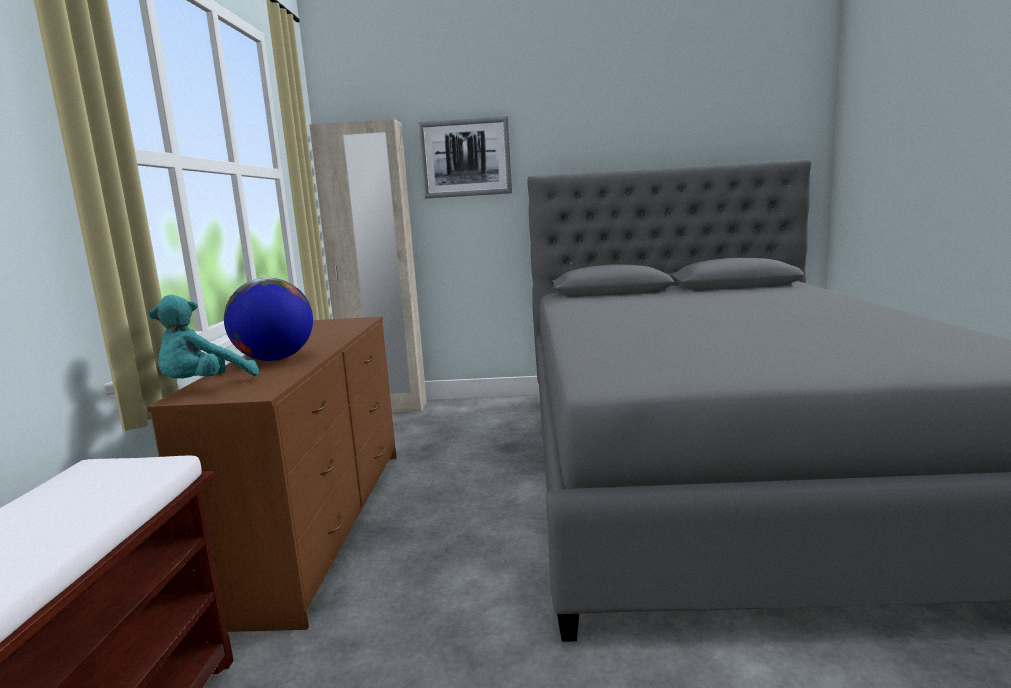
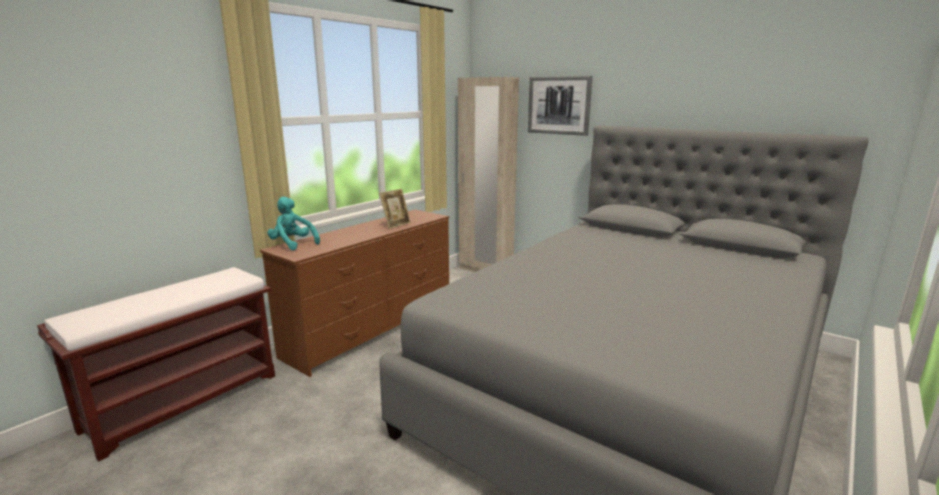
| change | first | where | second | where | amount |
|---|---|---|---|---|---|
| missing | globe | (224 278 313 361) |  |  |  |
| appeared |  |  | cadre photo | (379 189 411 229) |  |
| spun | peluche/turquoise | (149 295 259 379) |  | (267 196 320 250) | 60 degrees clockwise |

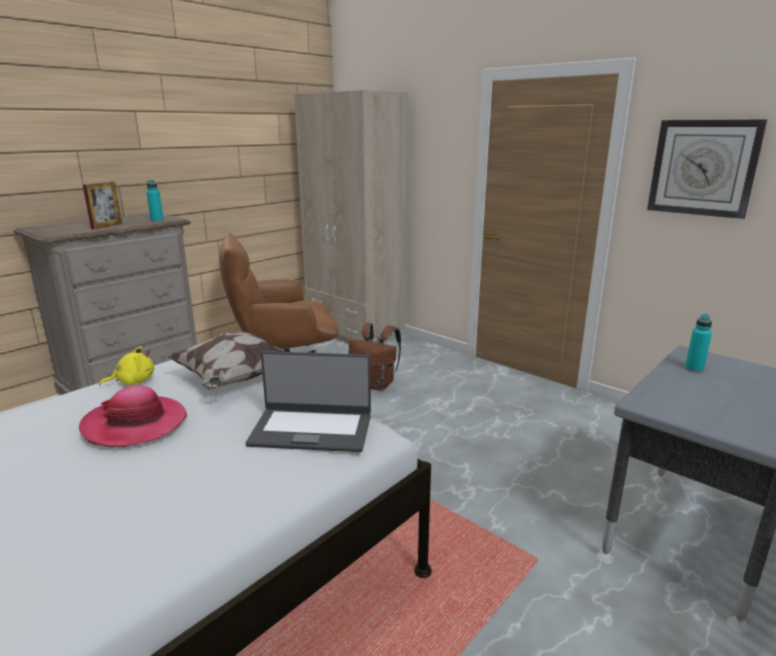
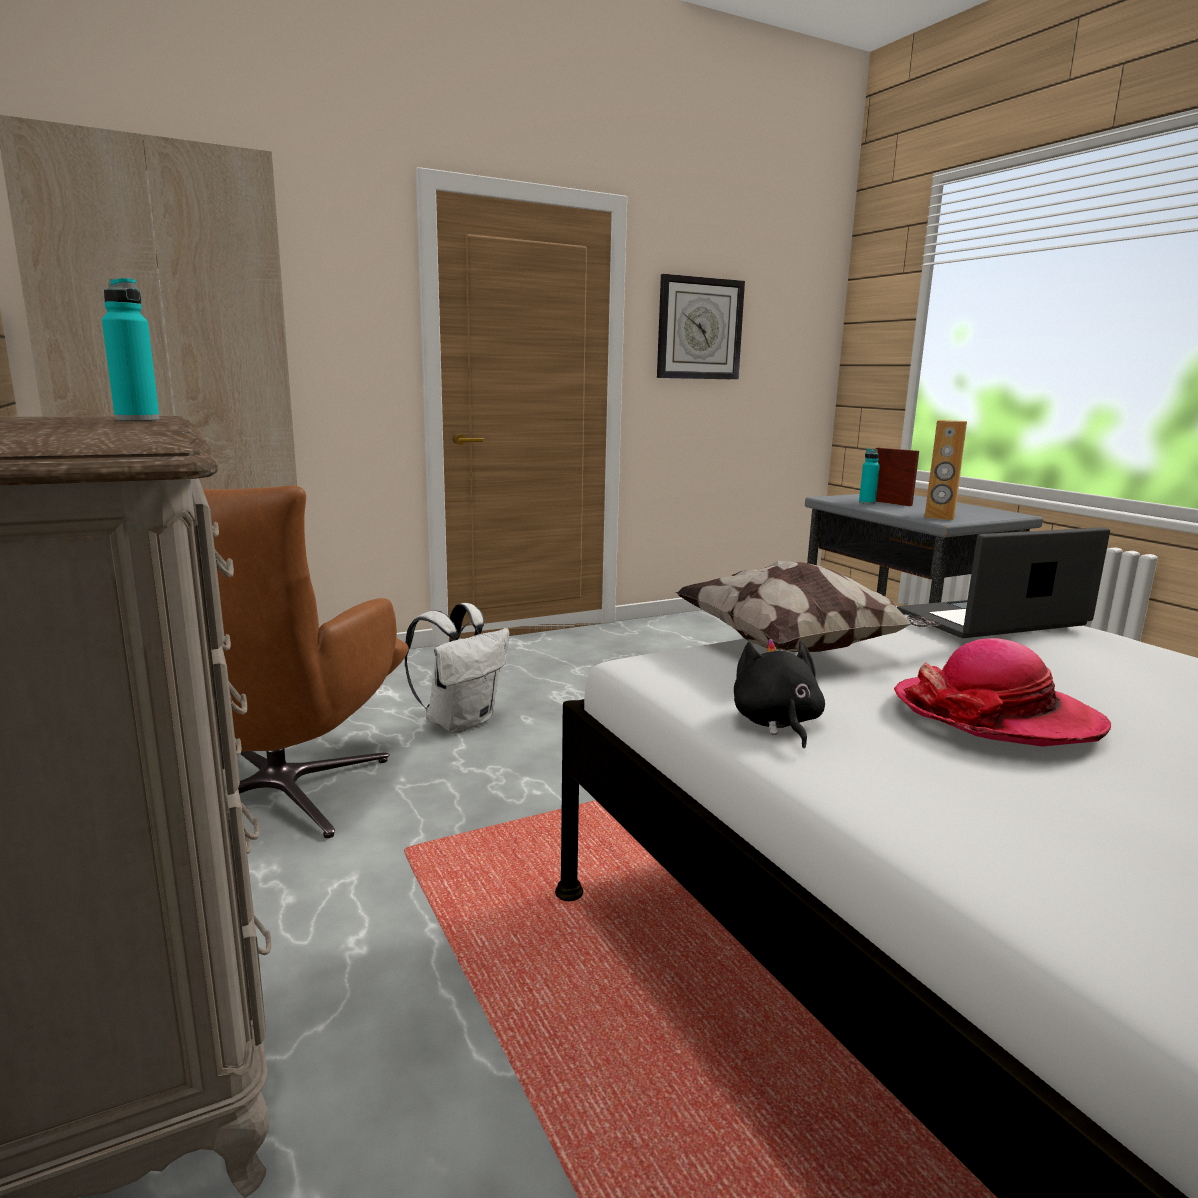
| change | first | where | second | where | amount |
|---|---|---|---|---|---|
| appeared |  |  | enceinte/marron | (924 420 967 520) |  |
| relocated | cadre photo | (83 182 122 229) |  | (876 448 919 506) |  |
| colour | peluche/jaune | (99 346 154 385) | peluche/noir | (734 639 825 748) |  |
| colour | sac à dos/marron | (348 323 401 390) | sac à dos/blanc | (405 603 509 733) |  |
| spun | ordinateur portable | (246 351 371 452) |  | (897 527 1110 638) | 135 degrees counterclockwise |

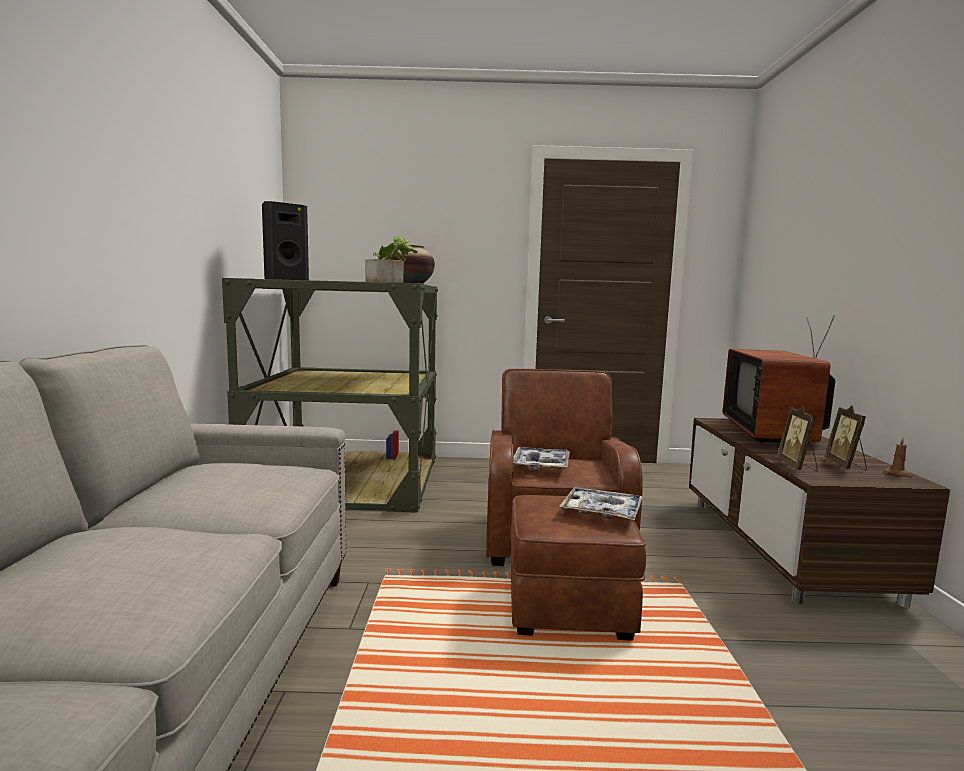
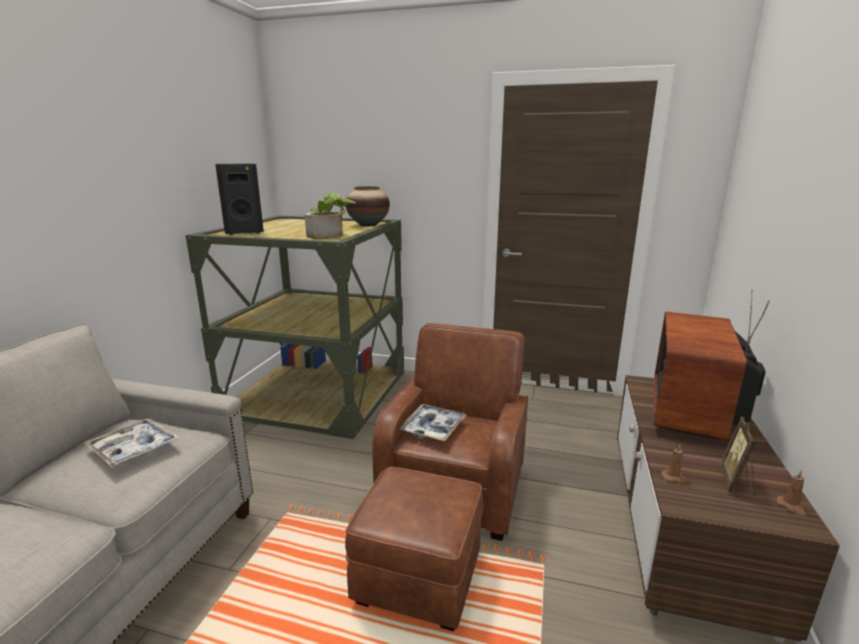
| change | first | where | second | where | amount |
|---|---|---|---|---|---|
| relocated | plateau | (559 487 643 520) |  | (84 419 179 468) |  |
| exchanged | cadre photo | (777 406 818 471) | bougie/marron | (661 444 688 483) |  |

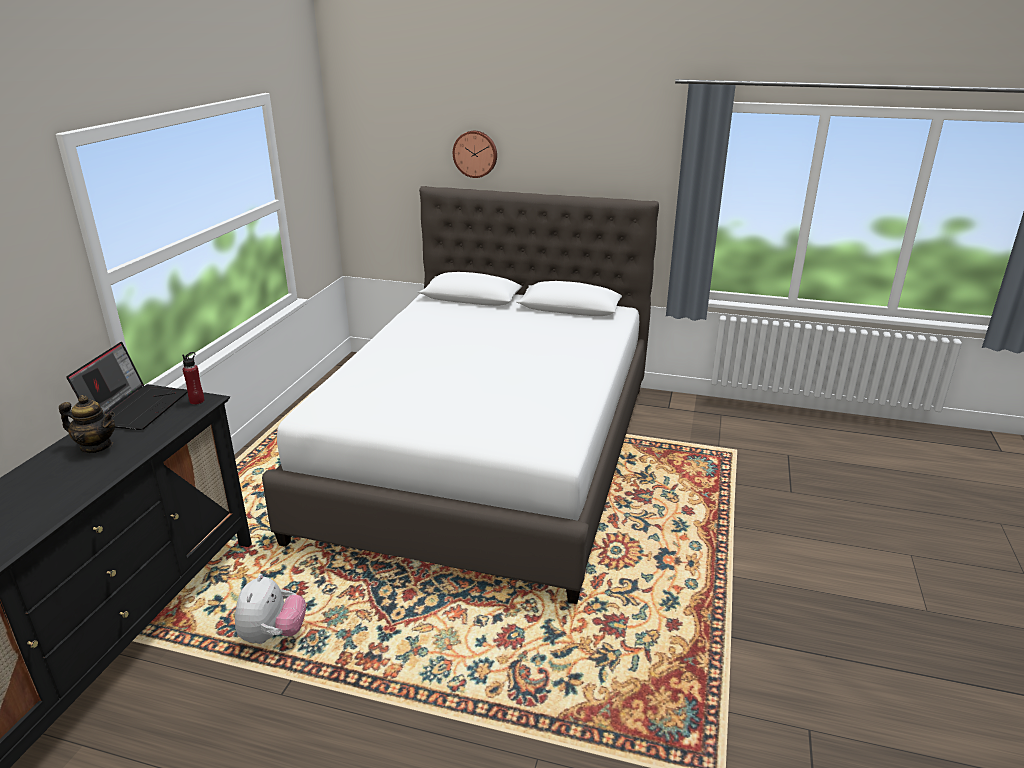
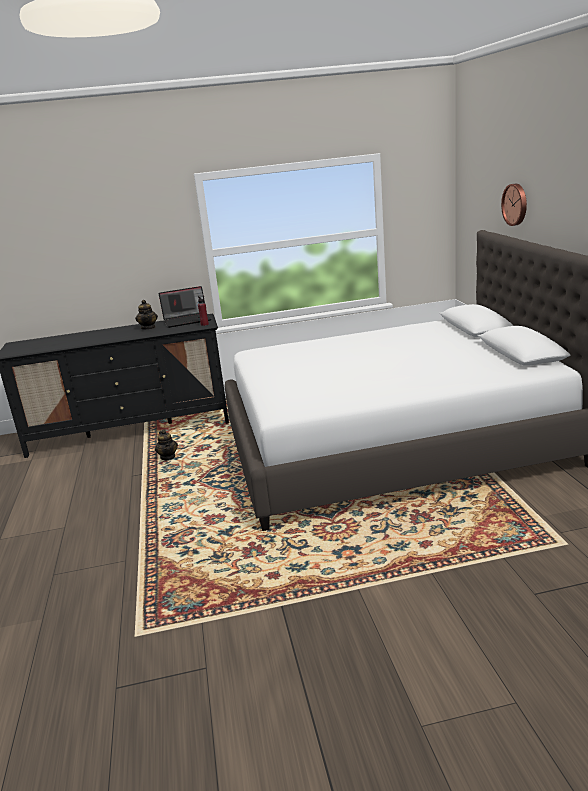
| change | first | where | second | where | amount |
|---|---|---|---|---|---|
| exchanged | peluche | (235 574 306 644) | théière | (155 430 178 460) |  |

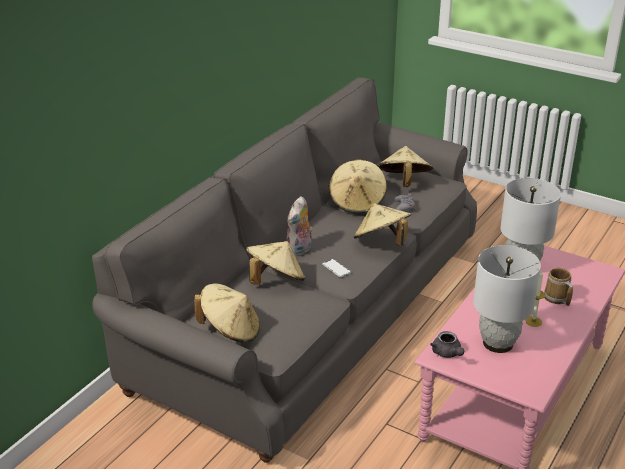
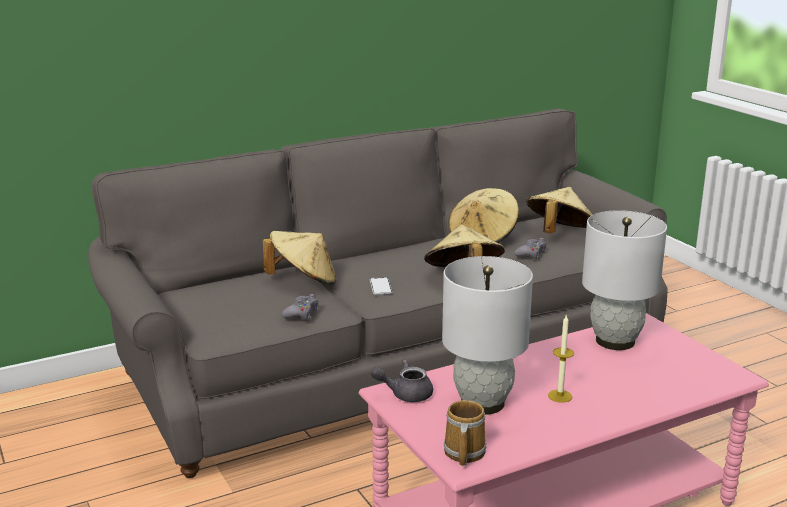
| change | first | where | second | where | amount |
|---|---|---|---|---|---|
| missing | chapeau/beige | (194 284 260 342) |  |  |  |
| missing | peluche | (287 196 313 257) |  |  |  |
| appeared |  |  | manette/gris | (282 294 319 320) |  |
| relocated | mug | (544 268 573 306) |  | (443 400 486 466) |  |
| spun | théière/gris | (430 331 464 358) |  | (371 360 433 402) | 75 degrees clockwise |

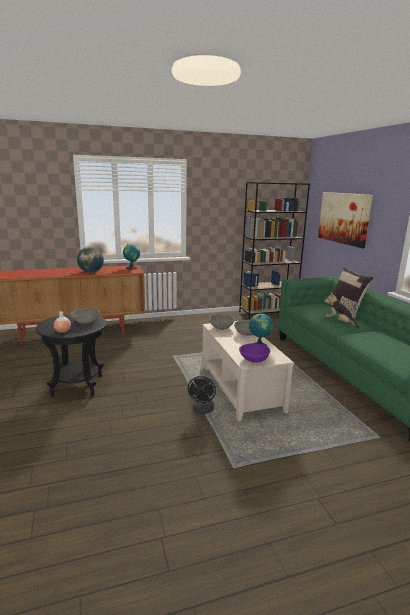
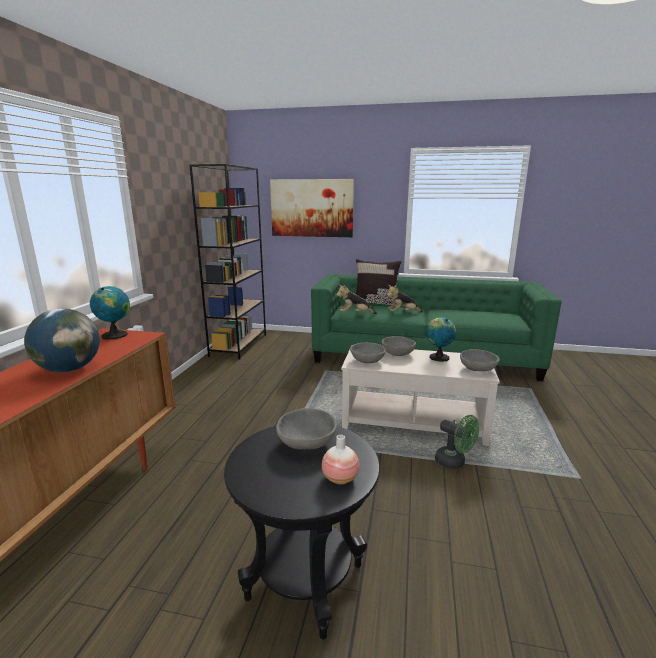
| change | first | where | second | where | amount |
|---|---|---|---|---|---|
| appeared |  |  | peluche | (336 284 377 314) |  |
| colour | ventilateur/noir | (188 376 216 414) | ventilateur/vert | (435 415 479 469) |  |
| colour | bol/violet | (239 343 270 363) | bol/gris | (460 349 500 371) |  |

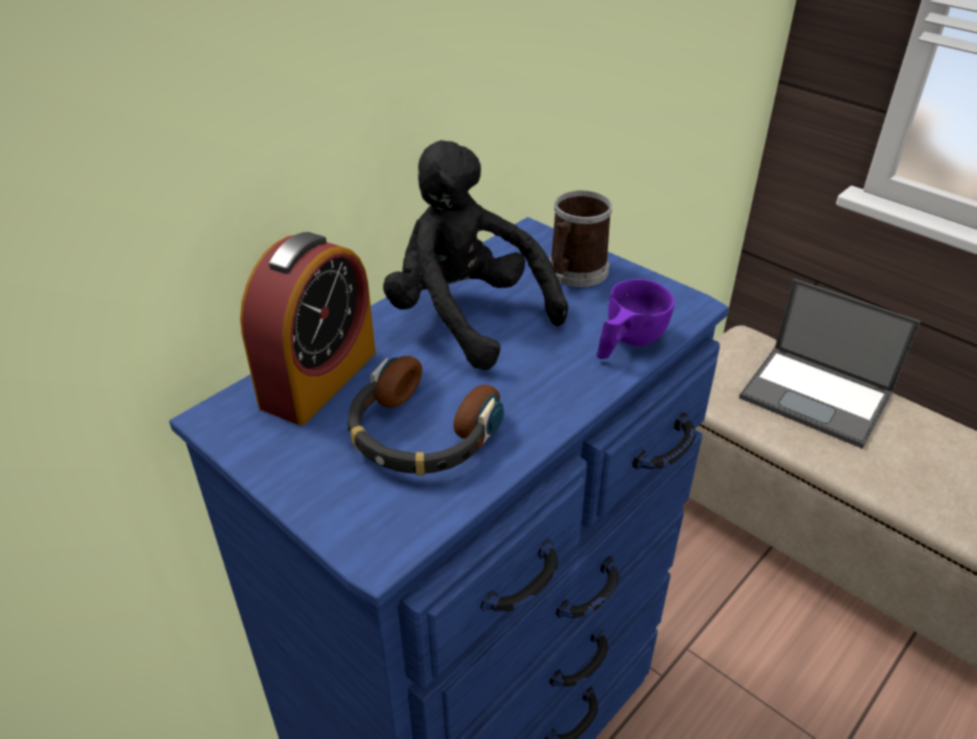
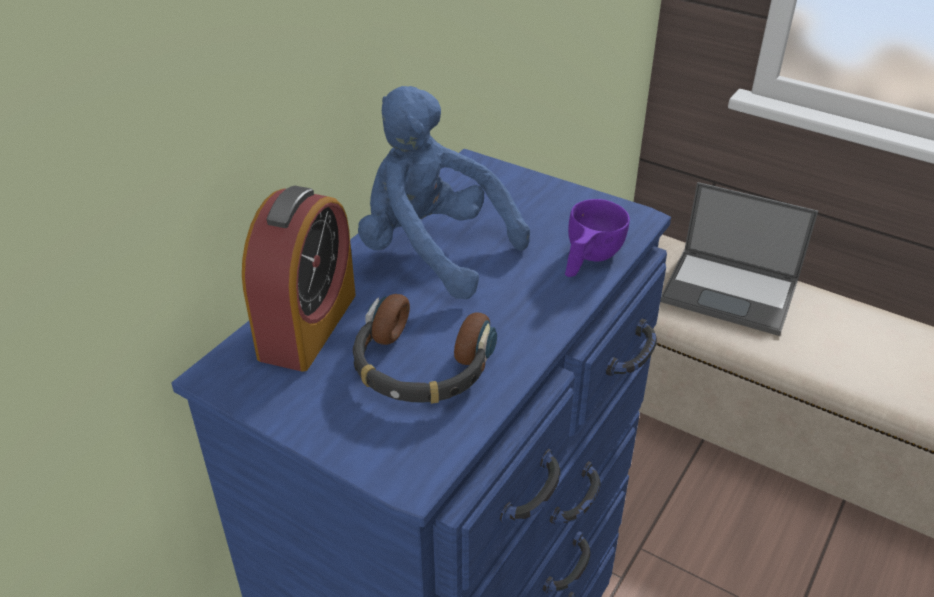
| change | first | where | second | where | amount |
|---|---|---|---|---|---|
| missing | mug | (549 190 612 287) |  |  |  |
| colour | peluche/noir | (383 140 568 370) | peluche/bleu | (358 86 530 299) |  |

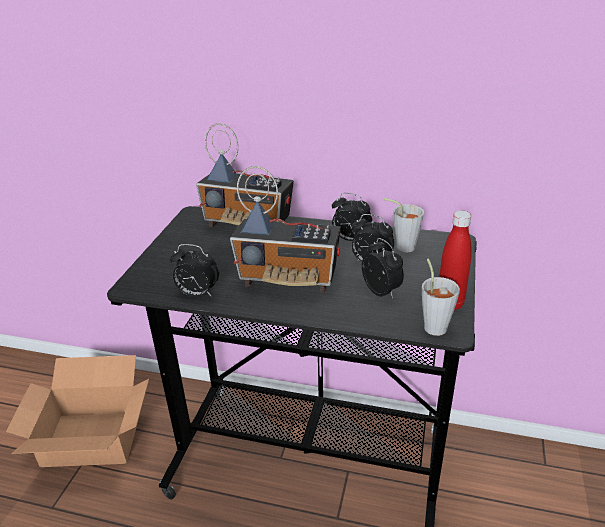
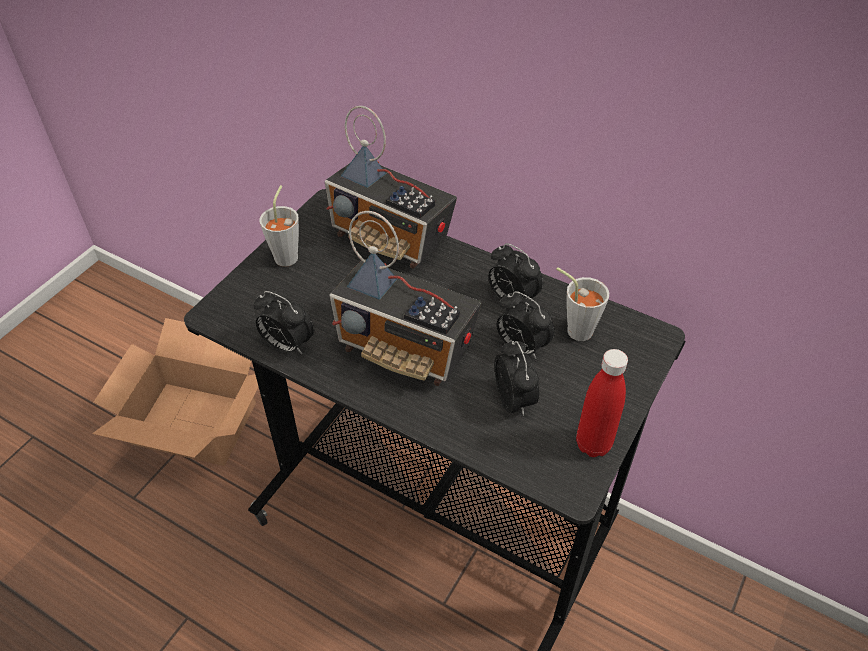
| change | first | where | second | where | amount |
|---|---|---|---|---|---|
| relocated | tasse/gris | (422 259 460 336) |  | (260 185 299 267) |  |

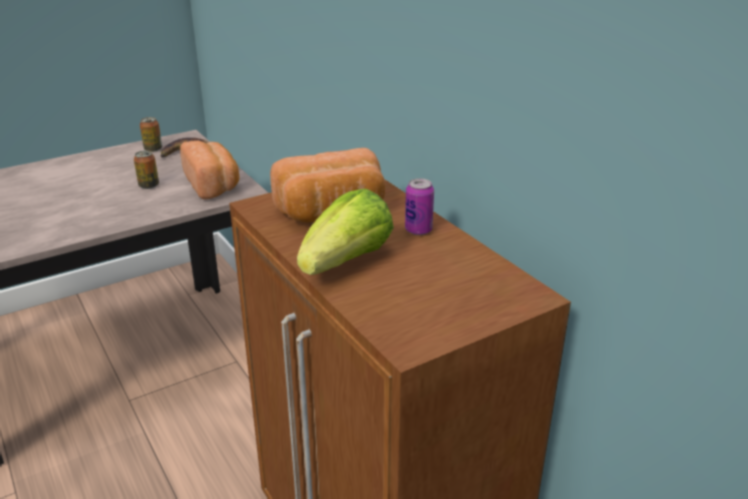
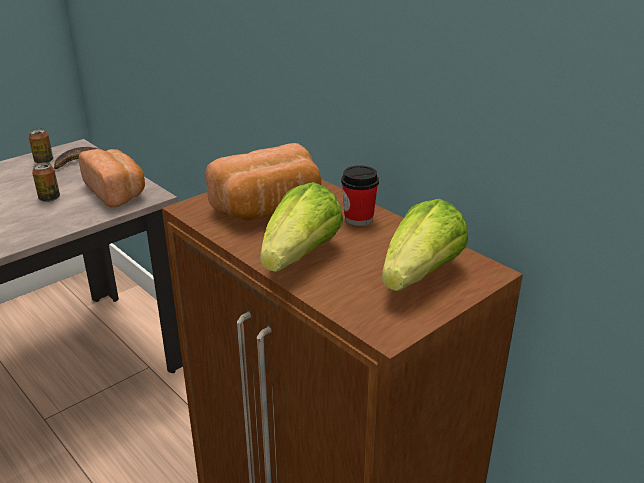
| change | first | where | second | where | amount |
|---|---|---|---|---|---|
| appeared |  |  | laitue | (382 199 468 291) |  |
| exchanged | boîte métallique | (405 178 434 235) | tasse | (341 165 379 226) |  |

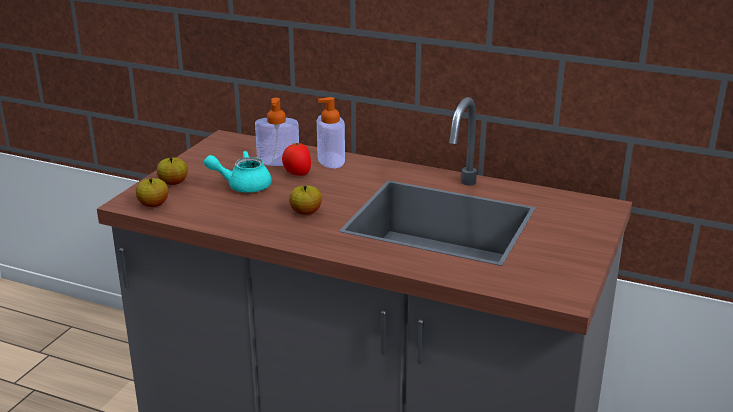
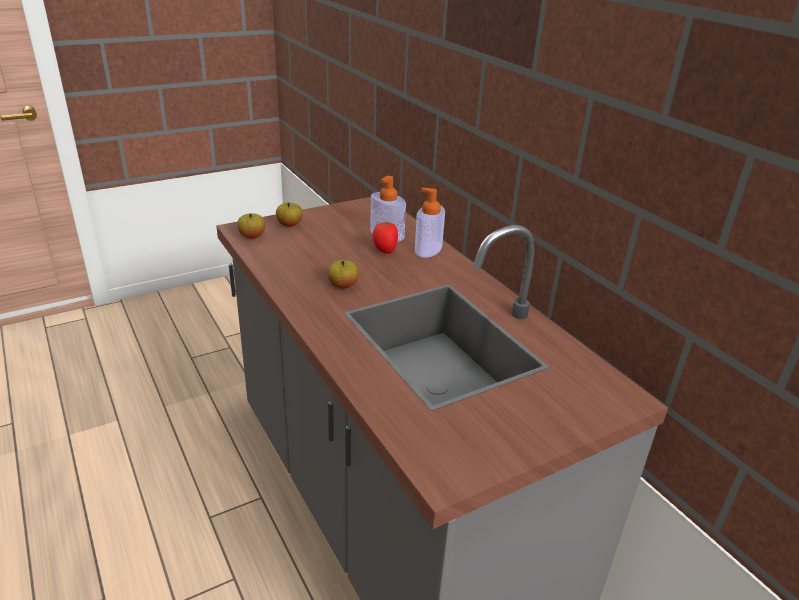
| change | first | where | second | where | amount |
|---|---|---|---|---|---|
| missing | théière/turquoise | (204 151 272 193) |  |  |  |

